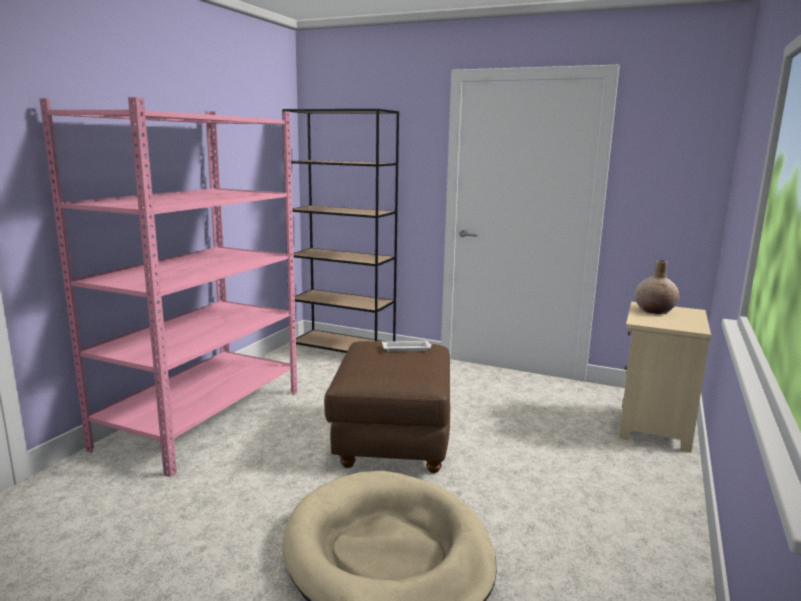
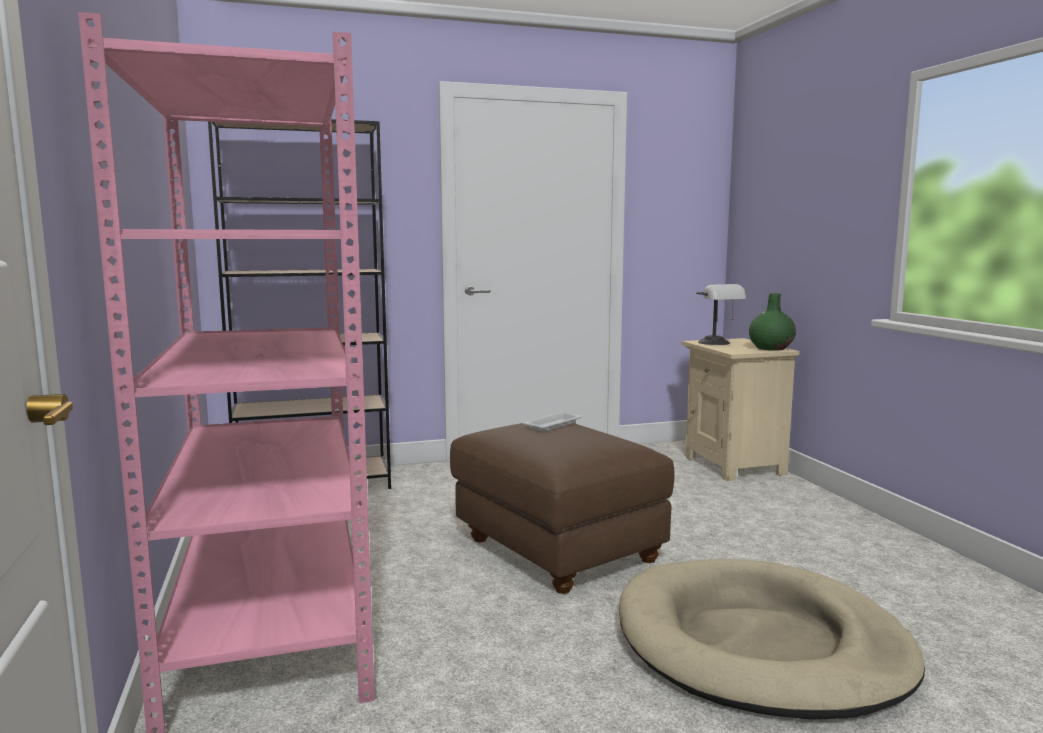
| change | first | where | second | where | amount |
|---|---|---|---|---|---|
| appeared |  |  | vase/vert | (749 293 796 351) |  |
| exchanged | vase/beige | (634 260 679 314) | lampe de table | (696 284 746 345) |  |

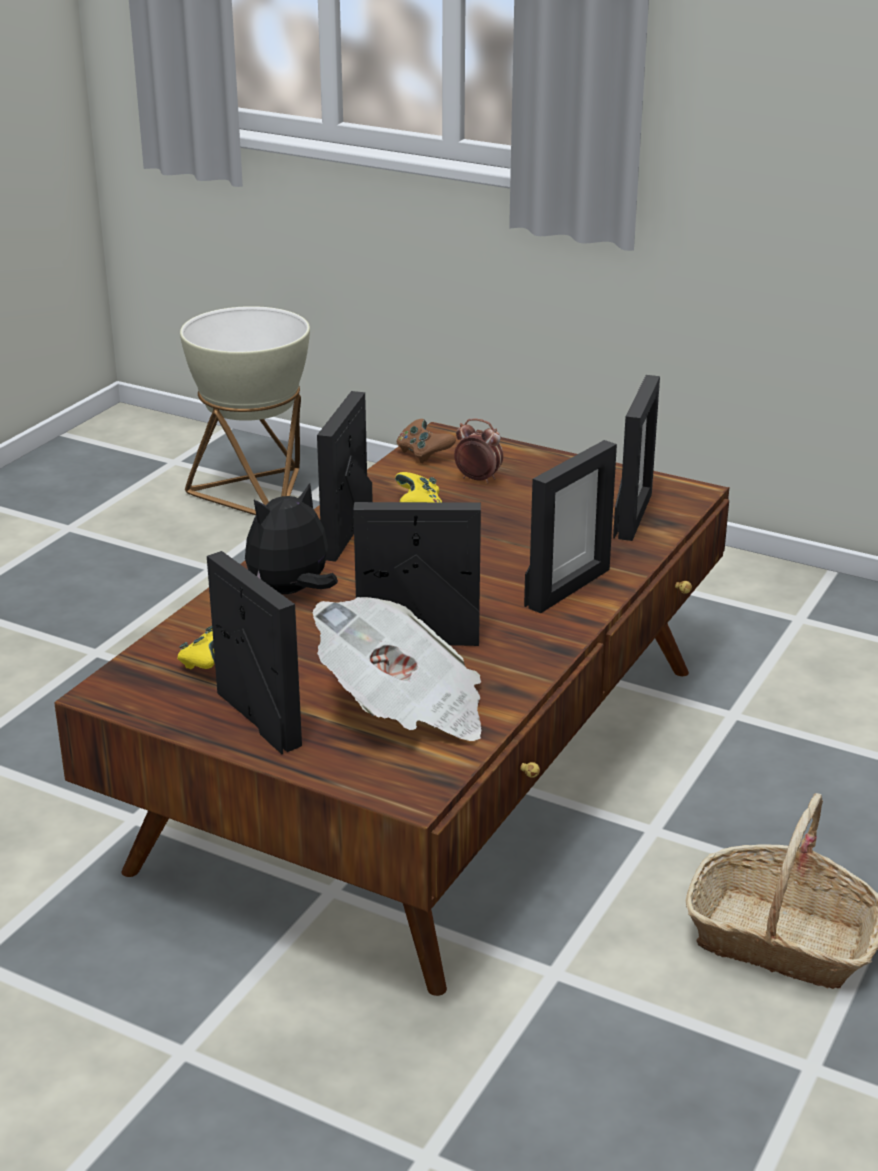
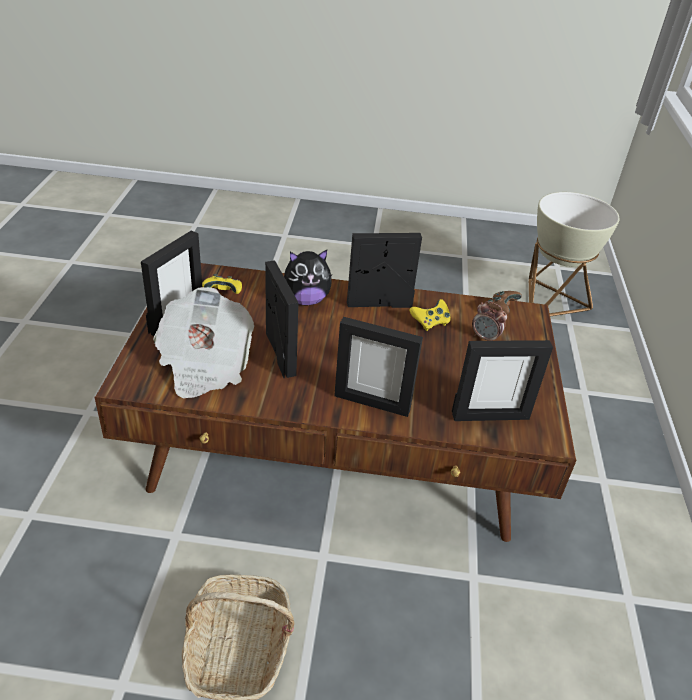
| change | first | where | second | where | amount |
|---|---|---|---|---|---|
| spun | peluche | (245 483 338 594) |  | (284 250 332 306) | 135 degrees clockwise |
| spun | réveil | (454 419 503 484) |  | (472 301 507 341) | 120 degrees clockwise |

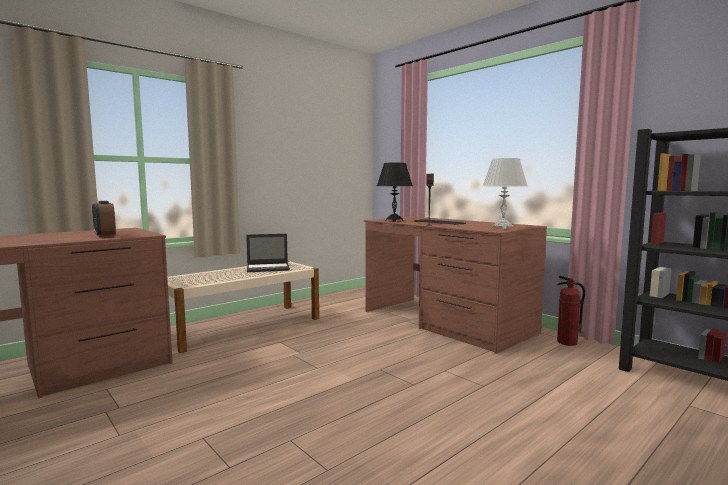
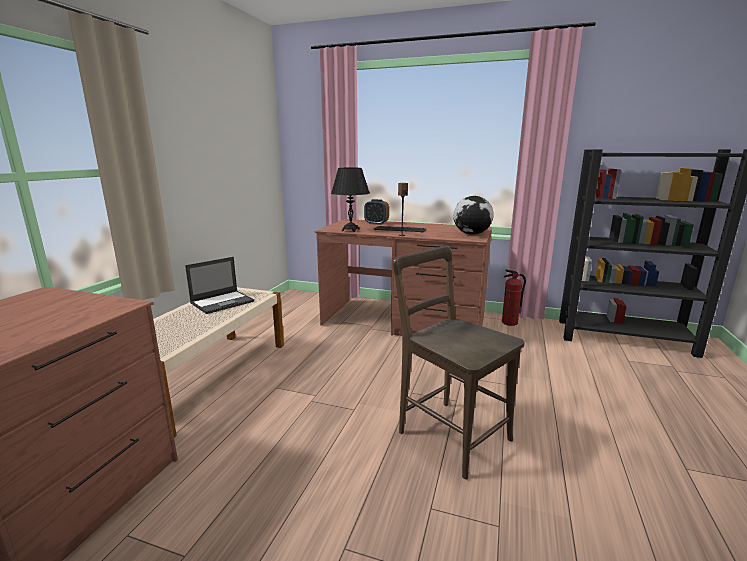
| change | first | where | second | where | amount |
|---|---|---|---|---|---|
| appeared |  |  | chaise/marron | (393 246 525 480) |  |
| relocated | réveil | (92 201 116 237) |  | (364 199 389 225) |  |
| exchanged | lampe de table/blanc | (483 158 528 229) | globe | (453 196 493 235) |  |

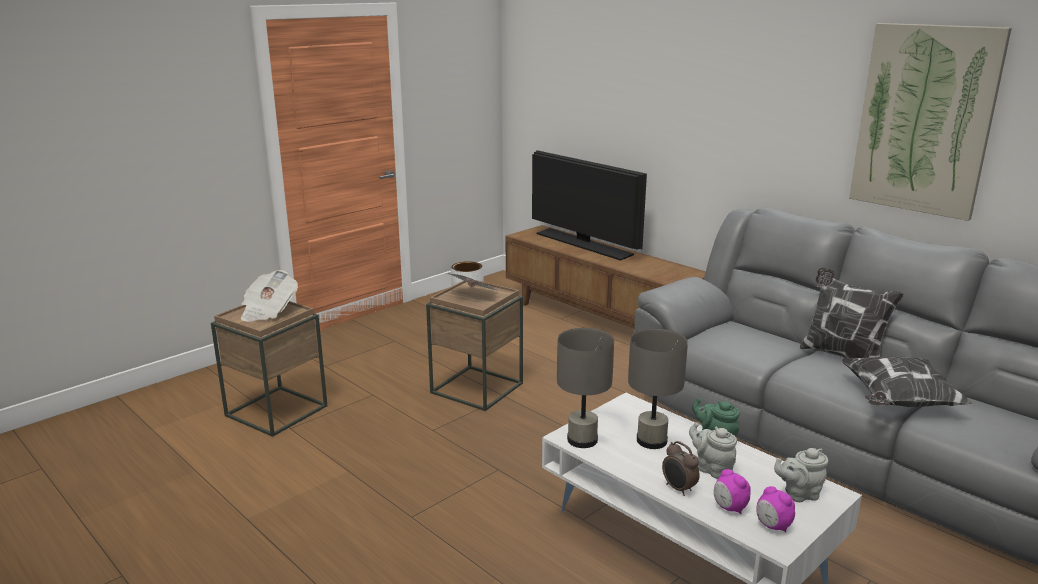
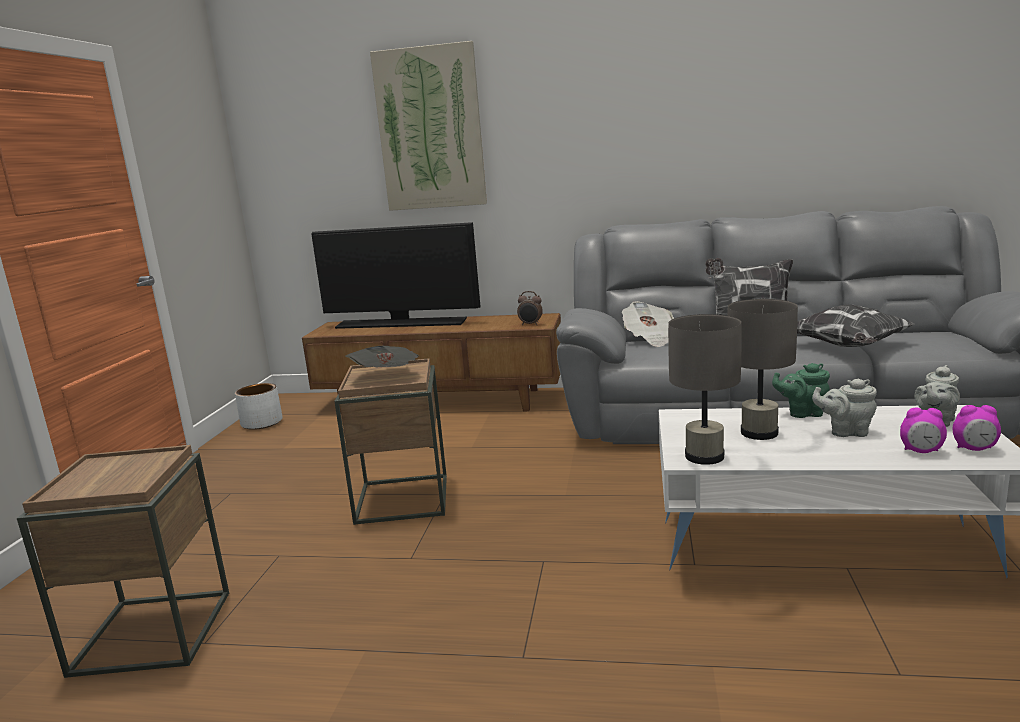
| change | first | where | second | where | amount |
|---|---|---|---|---|---|
| relocated | journal | (241 270 298 322) |  | (622 301 674 347) |  |
| relocated | réveil | (662 441 700 496) |  | (517 291 543 325) |  |
| relocated | tableau | (849 23 1012 221) |  | (370 41 487 211) |  |

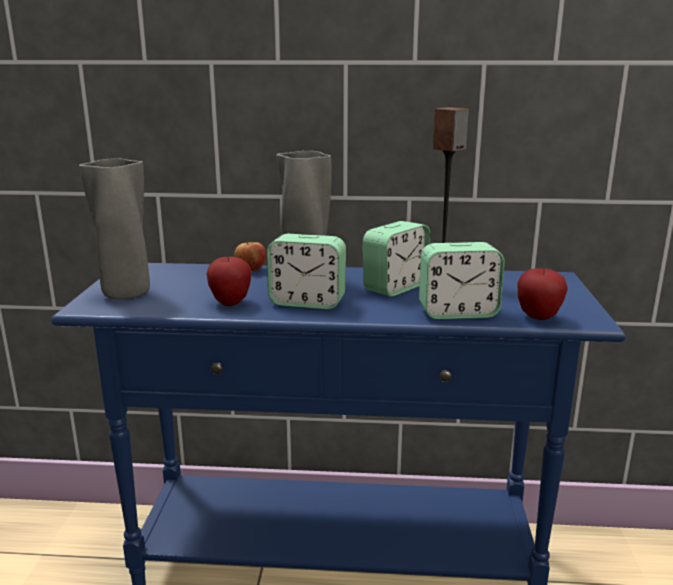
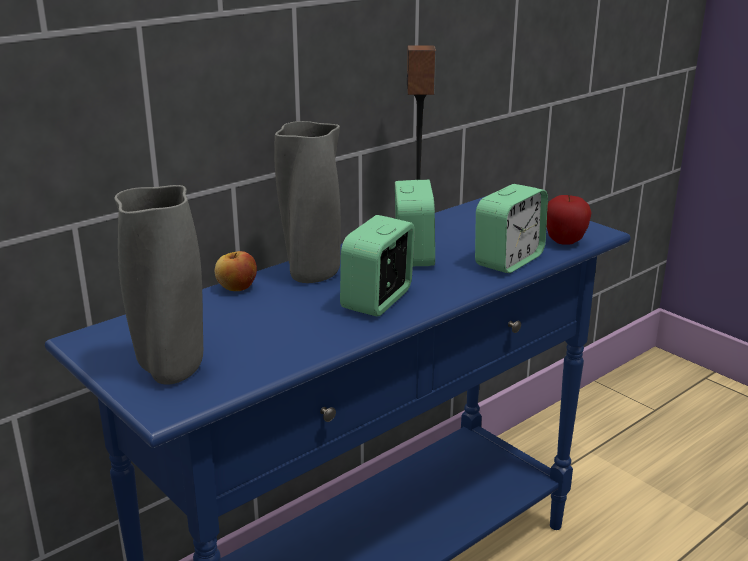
| change | first | where | second | where | amount |
|---|---|---|---|---|---|
| missing | pomme | (207 256 252 306) |  |  |  |
| spun | réveil | (267 234 346 309) |  | (340 215 415 317) | 150 degrees clockwise |

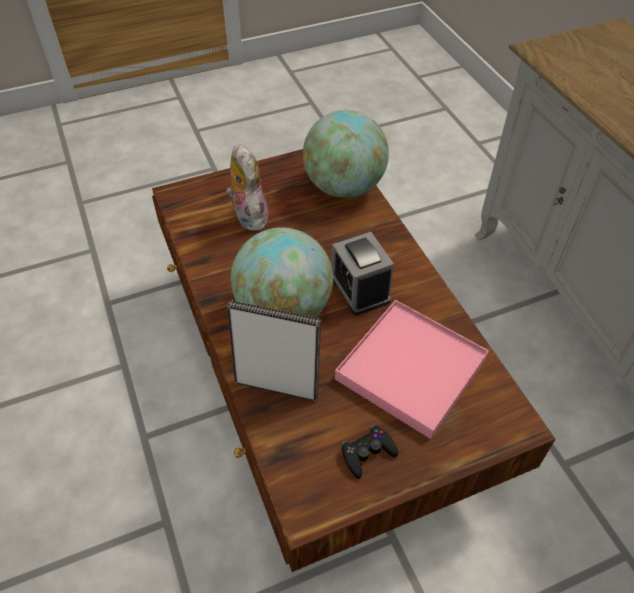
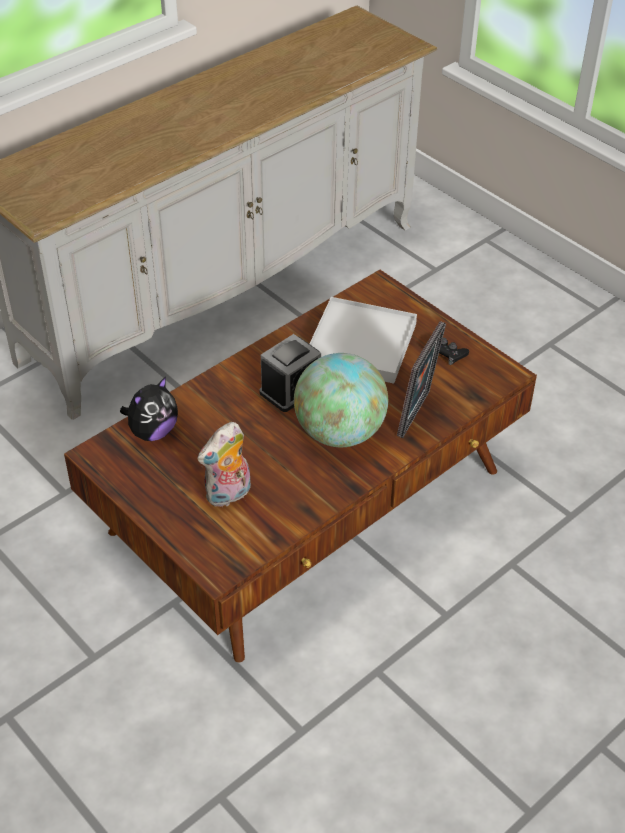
| change | first | where | second | where | amount |
|---|---|---|---|---|---|
| exchanged | globe | (303 110 389 198) | peluche | (120 377 178 441) |  |
| colour | plateau/rose | (335 300 489 439) | plateau/blanc | (310 297 417 384) |  |
| spun | cadre photo | (227 300 321 402) |  | (397 321 446 438) | 150 degrees counterclockwise |

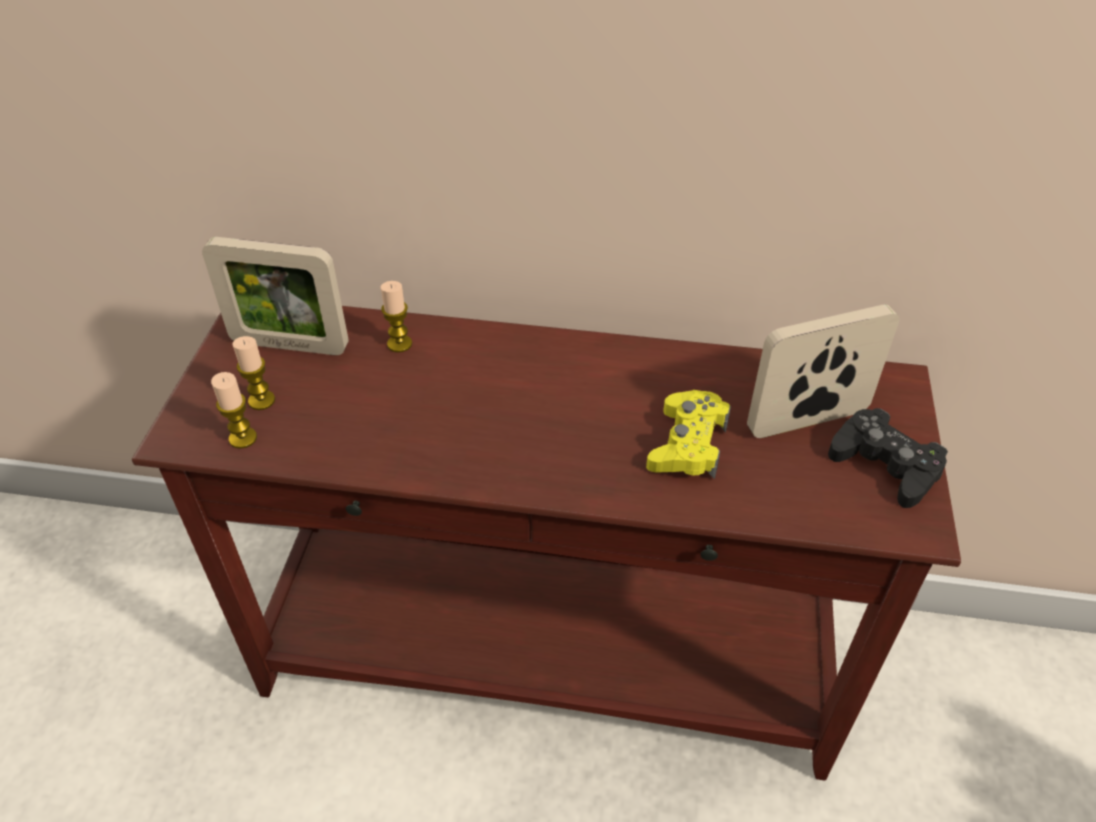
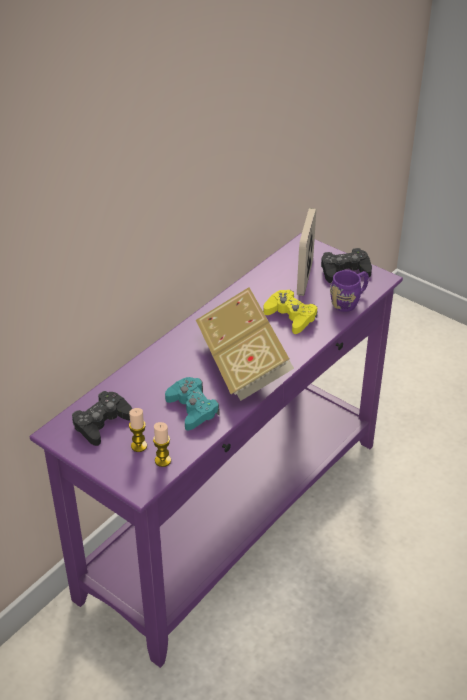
| change | first | where | second | where | amount |
|---|---|---|---|---|---|
| missing | bougie | (381 281 412 352) |  |  |  |
| appeared |  |  | manette/turquoise | (165 377 219 430) |  |
| appeared |  |  | livre | (196 287 294 401) |  |
| appeared |  |  | mug/violet | (330 270 369 312) |  |
| exchanged | cadre photo | (202 237 348 355) | manette/noir | (72 391 132 446) |  |
| colour | table console/marron | (132 306 961 781) | table console/violet | (30 233 403 668) |  |

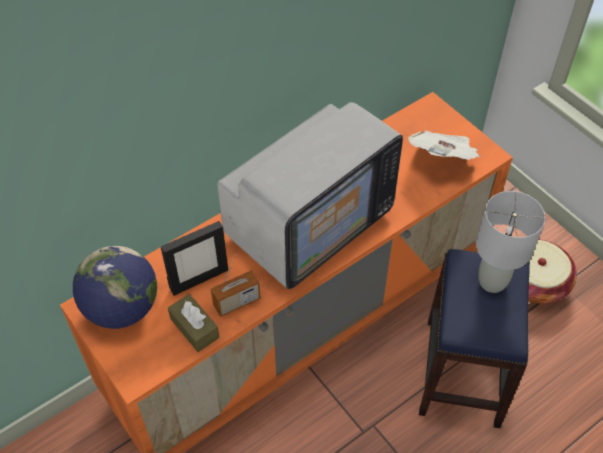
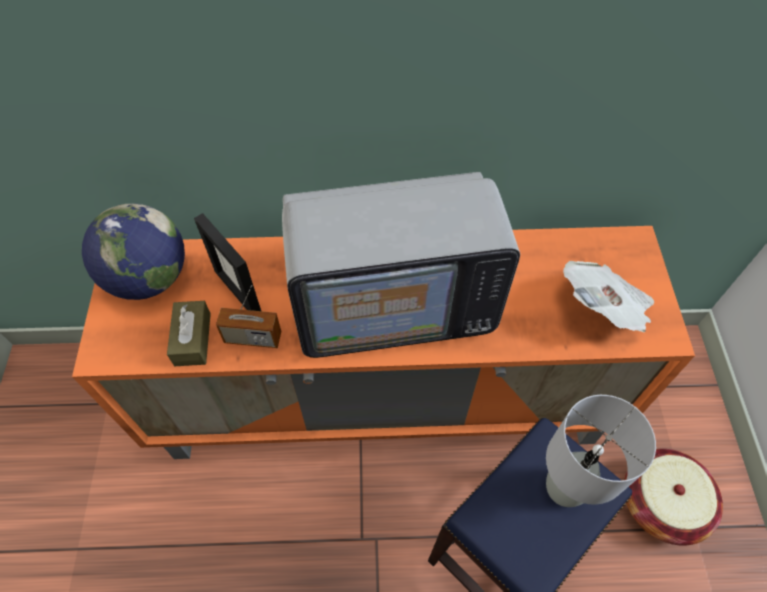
| change | first | where | second | where | amount |
|---|---|---|---|---|---|
| spun | cadre photo | (161 221 228 296) |  | (194 213 261 311) | 45 degrees clockwise |

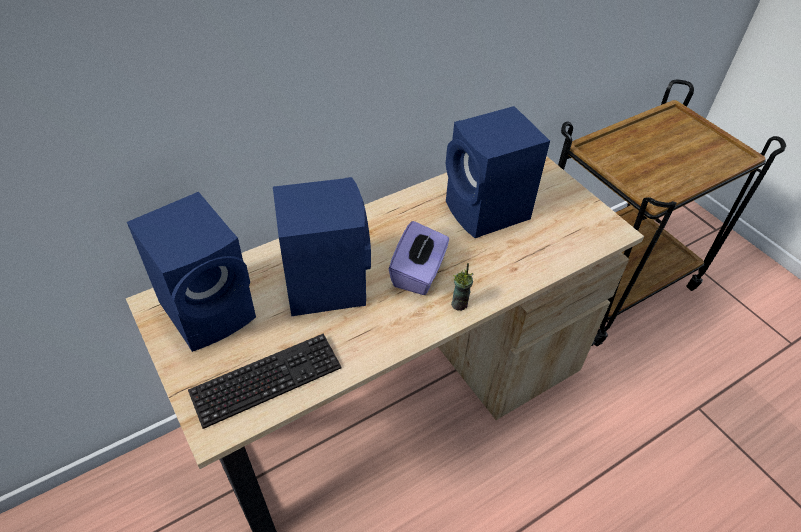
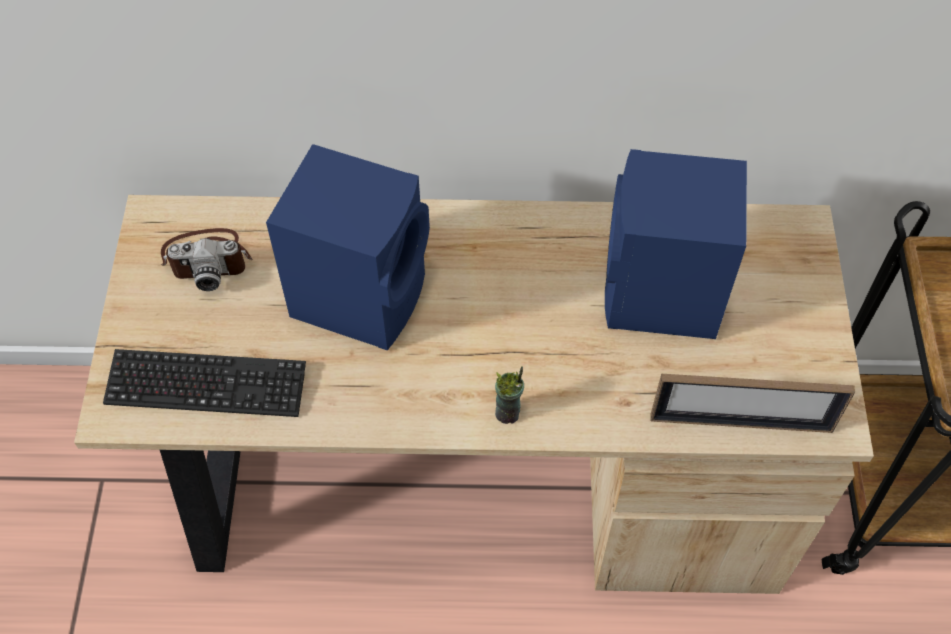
| change | first | where | second | where | amount |
|---|---|---|---|---|---|
| missing | boîte à mouchoirs/violet | (389 221 449 295) |  |  |  |
| appeared |  |  | cadre photo | (650 374 855 433) |  |
| exchanged | enceinte/bleu | (127 192 256 352) | appareil photo | (161 228 253 291) |  |

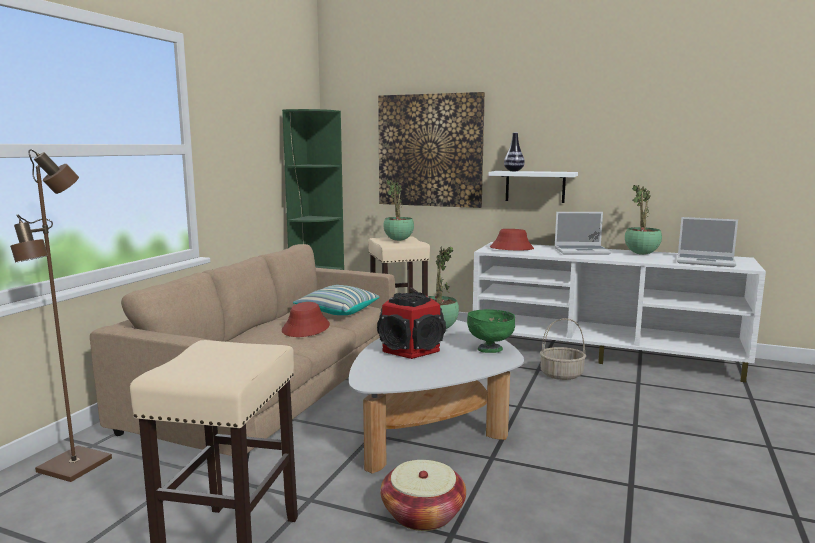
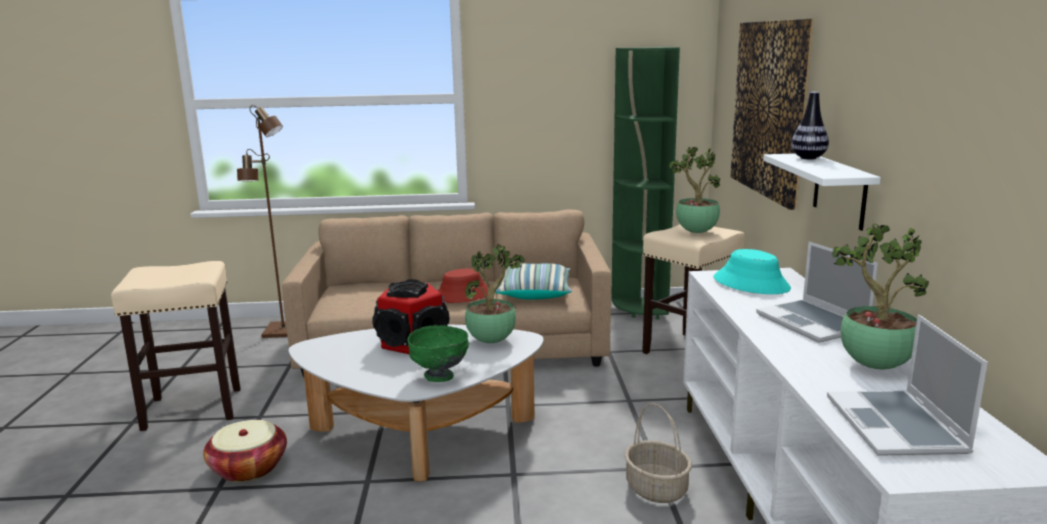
| change | first | where | second | where | amount |
|---|---|---|---|---|---|
| colour | chapeau/rouge | (490 229 534 250) | chapeau/turquoise | (714 249 791 294) |  |

